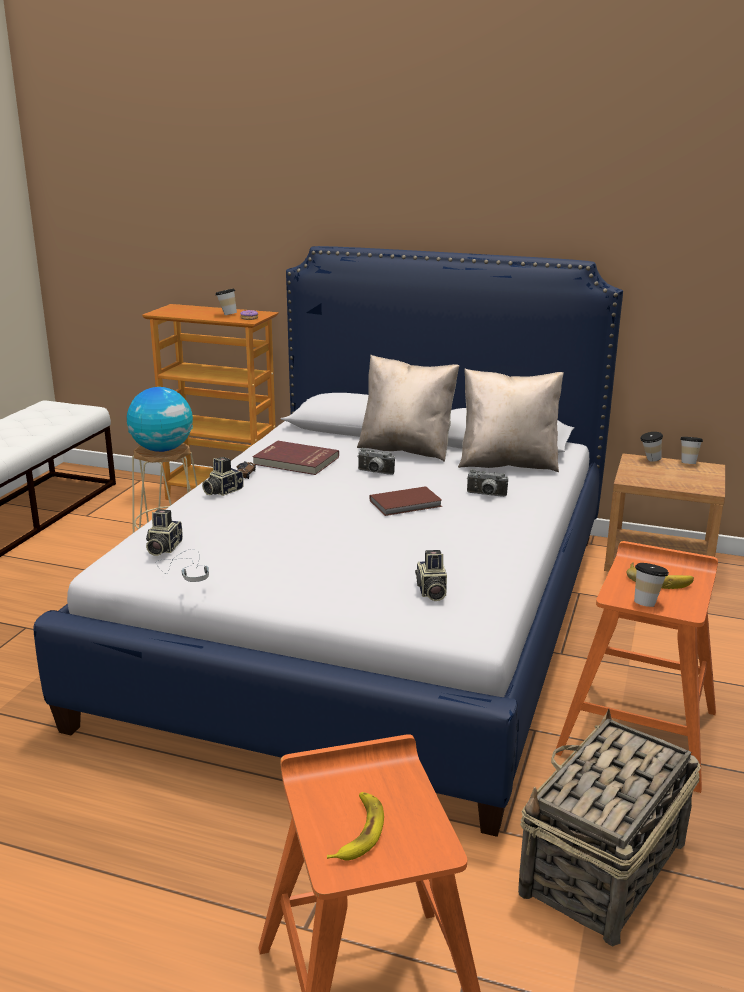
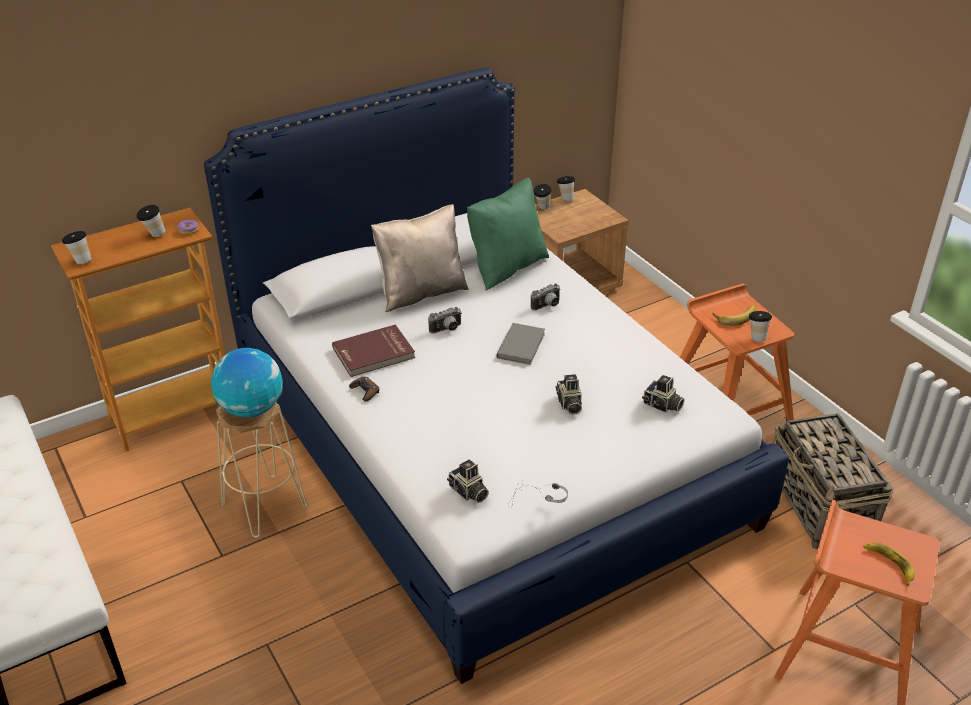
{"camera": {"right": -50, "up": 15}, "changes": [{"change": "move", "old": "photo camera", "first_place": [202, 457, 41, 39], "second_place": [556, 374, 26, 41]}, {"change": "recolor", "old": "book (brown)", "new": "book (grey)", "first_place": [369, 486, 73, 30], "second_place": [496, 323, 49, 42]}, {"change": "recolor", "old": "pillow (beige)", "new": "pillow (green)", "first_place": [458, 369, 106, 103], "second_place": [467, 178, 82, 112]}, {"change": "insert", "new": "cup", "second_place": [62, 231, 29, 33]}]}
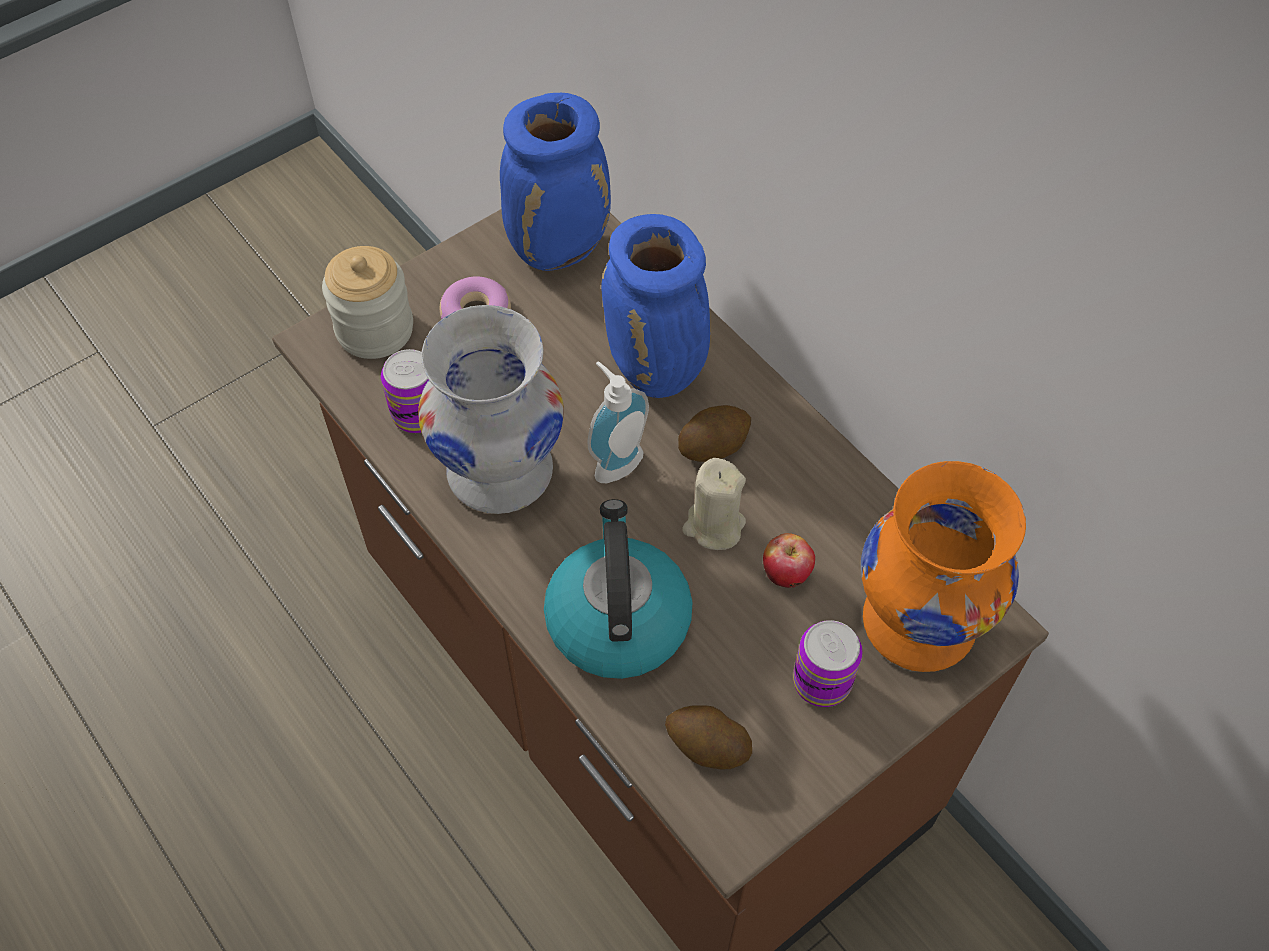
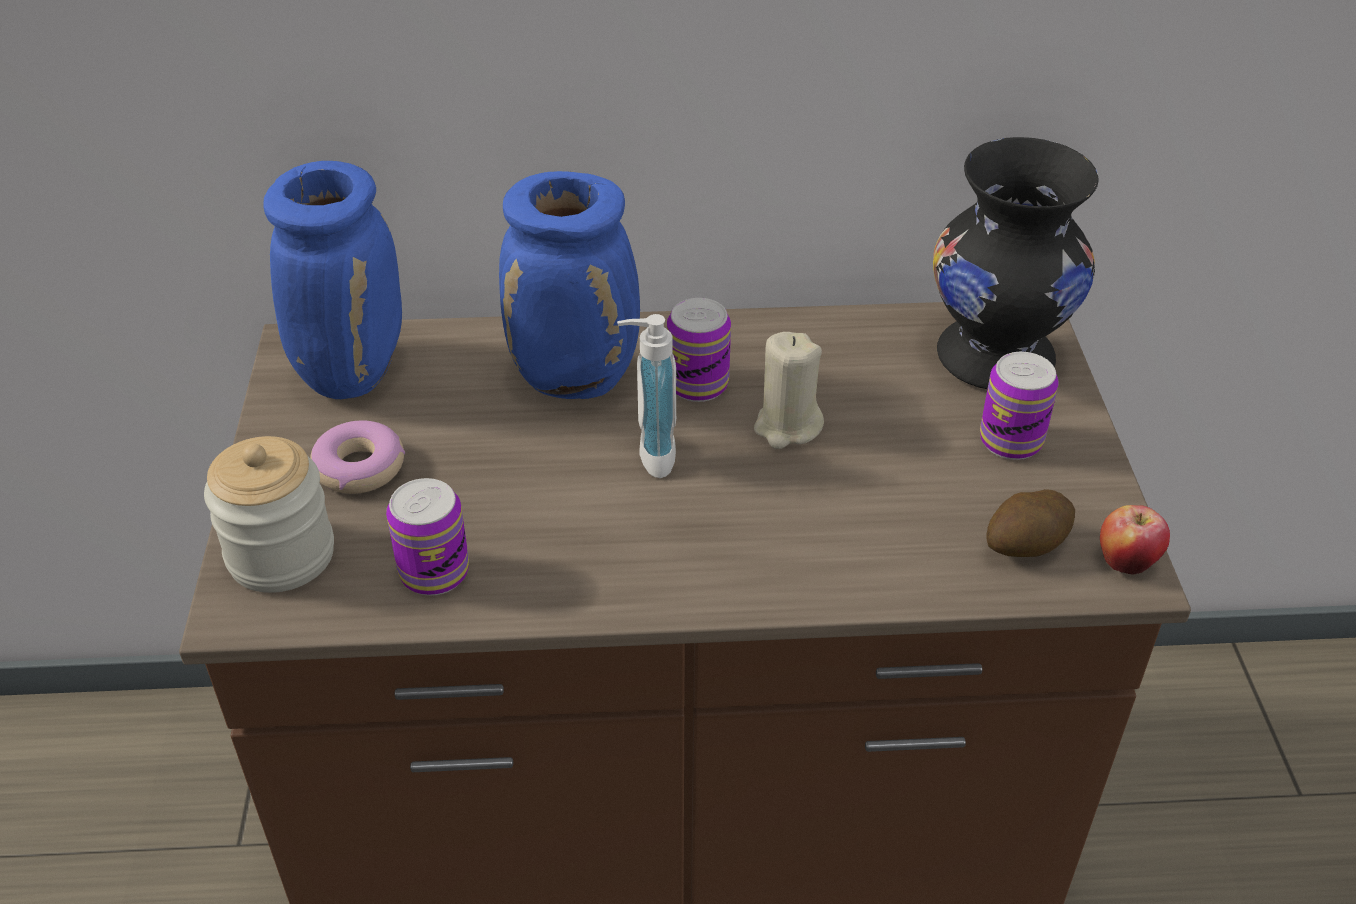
{"camera": {"right": -55, "up": -15}, "changes": [{"change": "delete", "old": "vase (white)", "first_place": [418, 305, 146, 209]}, {"change": "delete", "old": "kettle", "first_place": [544, 499, 148, 180]}, {"change": "replace", "old": "potato", "new": "can", "first_place": [678, 405, 73, 57], "second_place": [667, 298, 64, 104]}, {"change": "move", "old": "apple", "first_place": [763, 533, 52, 55], "second_place": [1100, 505, 70, 69]}, {"change": "recolor", "old": "vase (orange)", "new": "vase (black)", "first_place": [861, 461, 165, 211], "second_place": [933, 137, 166, 252]}]}
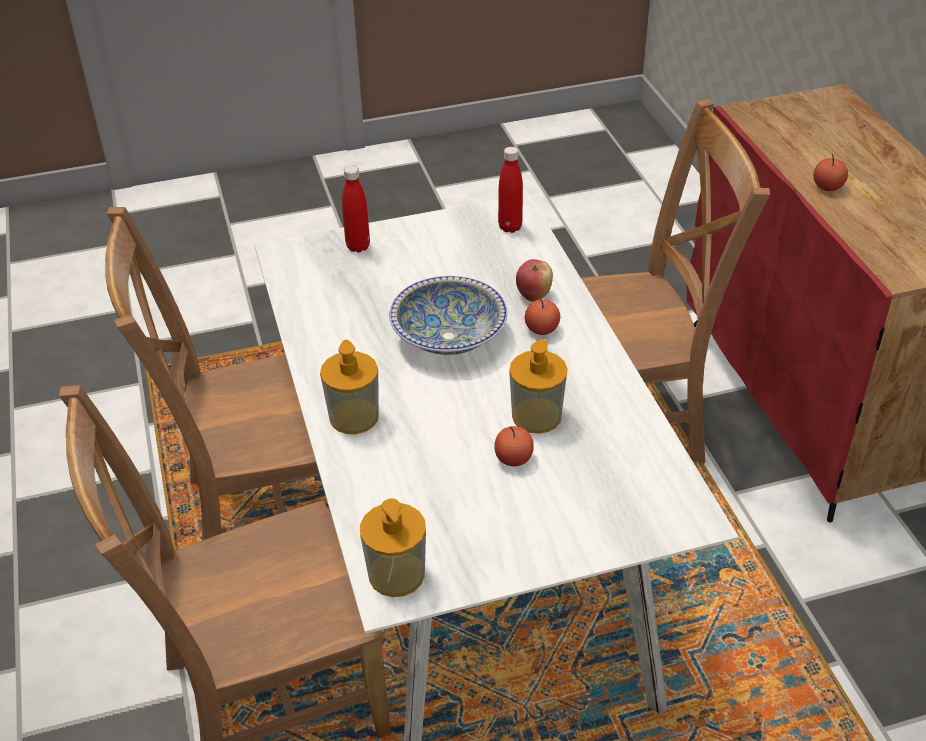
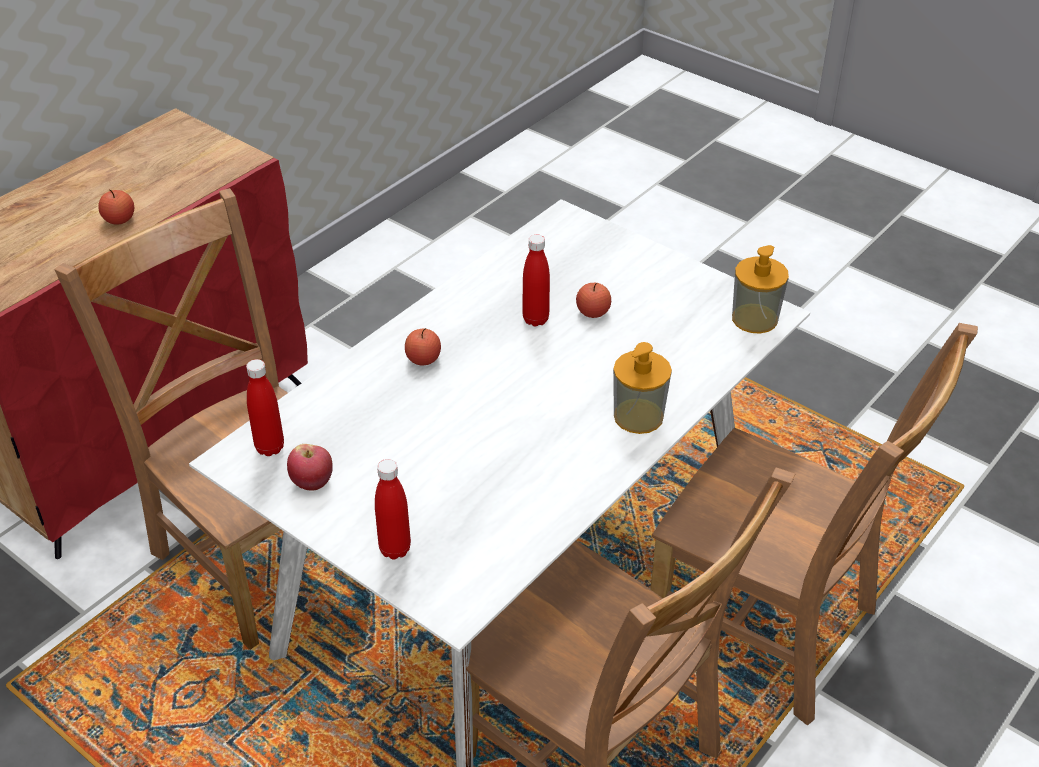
{"camera": {"right": -125, "up": 0}, "changes": [{"change": "delete", "old": "bowl", "first_place": [389, 276, 119, 79]}, {"change": "replace", "old": "soap dispenser", "new": "bottle (red)", "first_place": [509, 339, 59, 95], "second_place": [522, 235, 28, 91]}, {"change": "move", "old": "apple", "first_place": [516, 259, 37, 43], "second_place": [287, 444, 46, 46]}]}
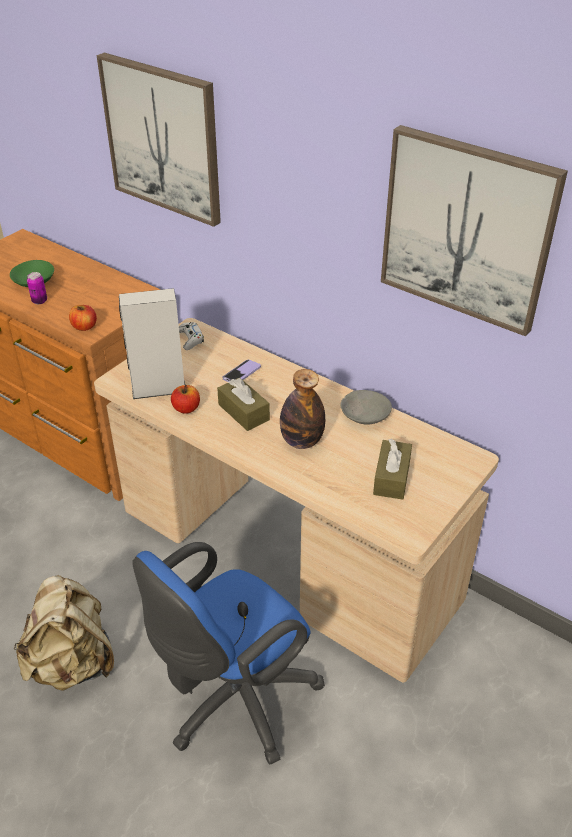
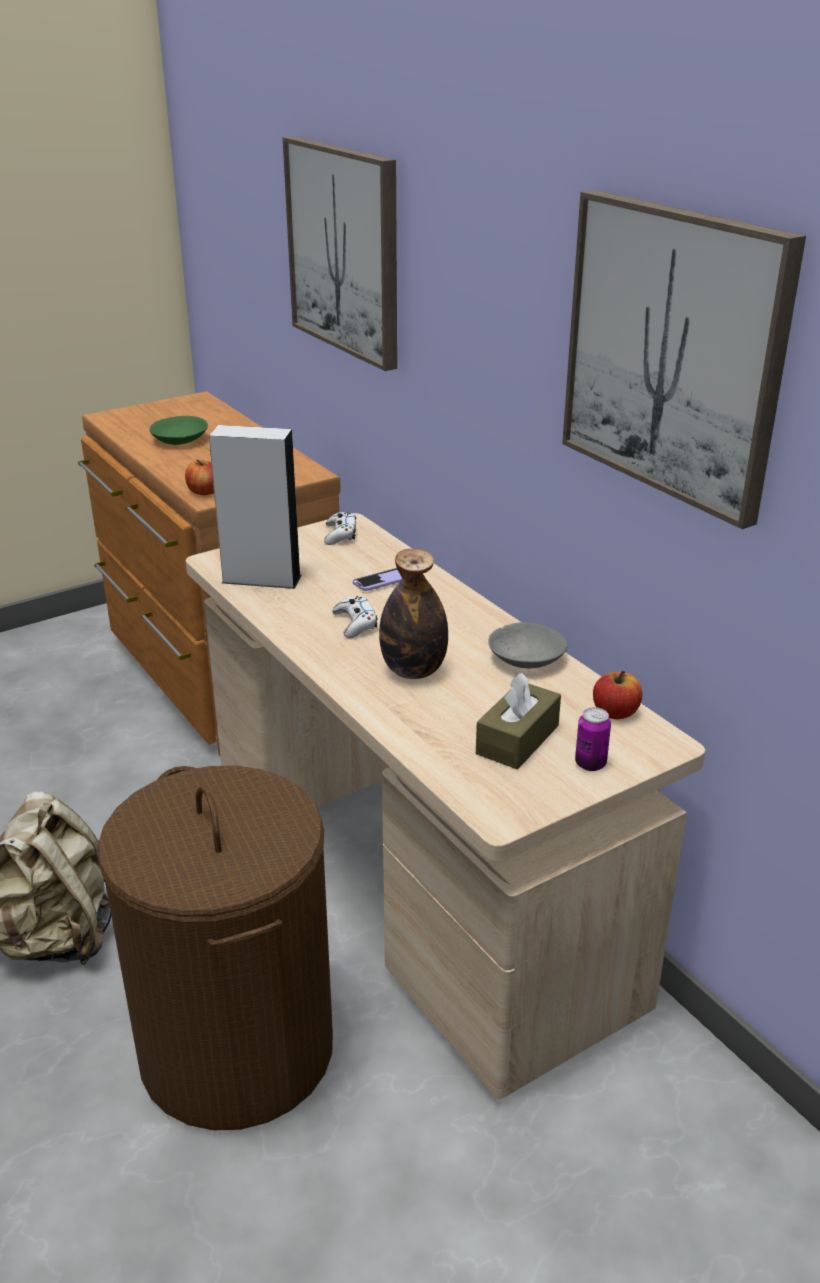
{"camera": {"right": 20, "up": -10}, "changes": [{"change": "move", "old": "can", "first_place": [27, 272, 20, 32], "second_place": [575, 707, 36, 64]}, {"change": "replace", "old": "office chair (blue)", "new": "laundry basket (brown)", "first_place": [132, 542, 193, 222], "second_place": [97, 766, 236, 365]}, {"change": "move", "old": "apple", "first_place": [171, 385, 29, 29], "second_place": [593, 671, 49, 49]}, {"change": "replace", "old": "tissue box (brown)", "new": "game controller (white)", "first_place": [217, 378, 53, 53], "second_place": [333, 596, 45, 42]}]}
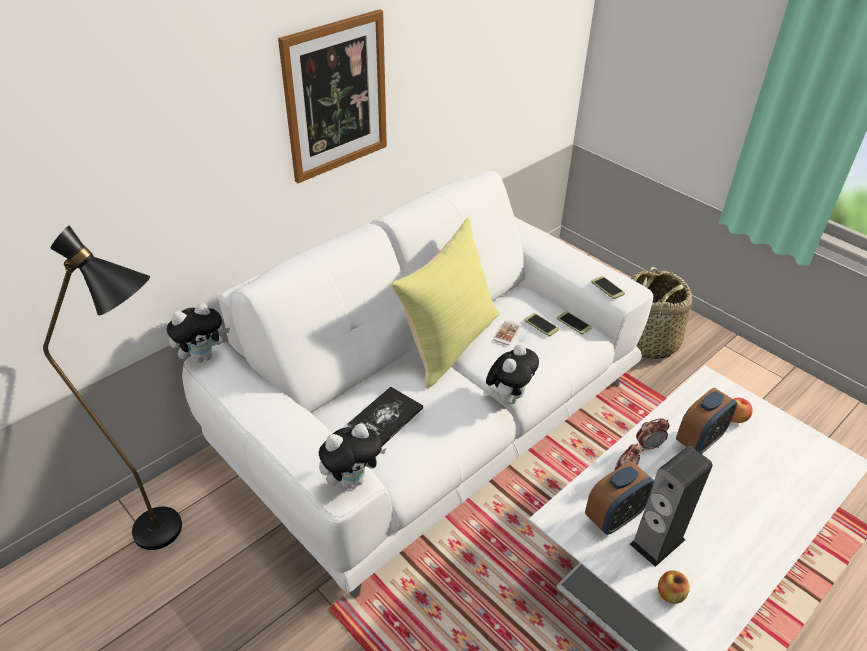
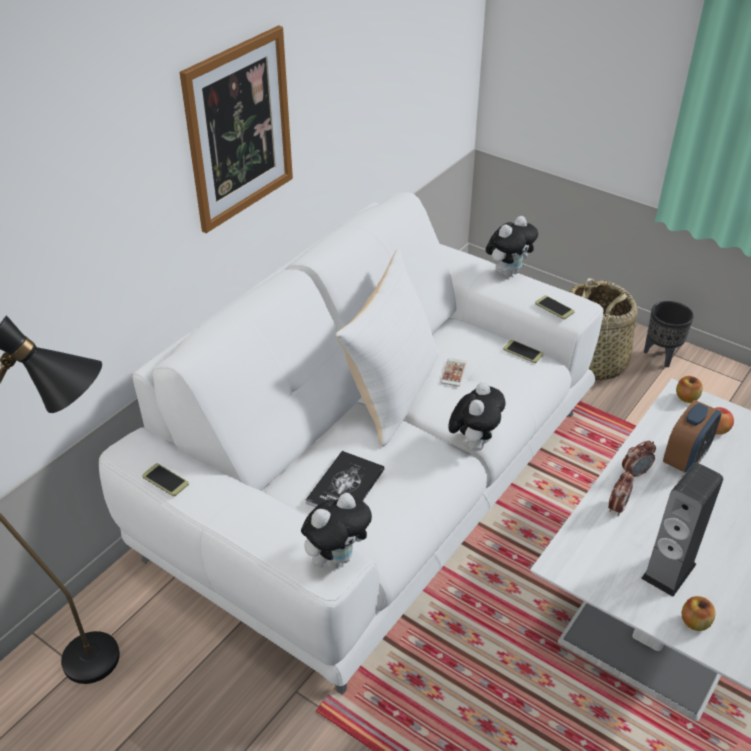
{"camera": {"right": -10, "up": 0}, "changes": [{"change": "move", "old": "plush toy", "first_place": [167, 303, 63, 60], "second_place": [486, 216, 52, 61]}, {"change": "recolor", "old": "pillow (yellow)", "new": "pillow (white)", "first_place": [391, 218, 108, 170], "second_place": [336, 249, 104, 197]}, {"change": "move", "old": "phone", "first_place": [524, 313, 35, 23], "second_place": [142, 463, 47, 33]}, {"change": "delete", "old": "alarm clock", "first_place": [585, 461, 69, 74]}, {"change": "insert", "new": "planter (black)", "second_place": [644, 301, 50, 66]}, {"change": "insert", "new": "apple", "second_place": [676, 376, 27, 27]}]}
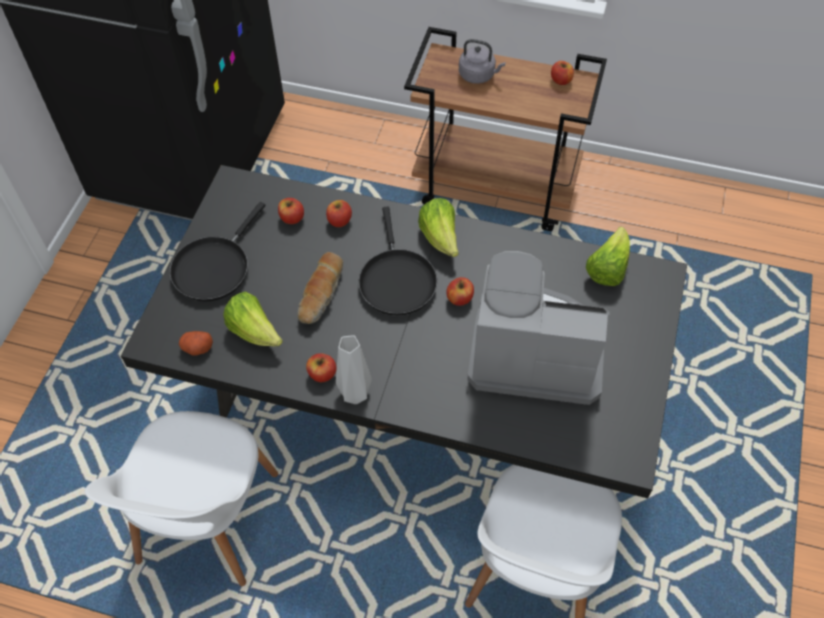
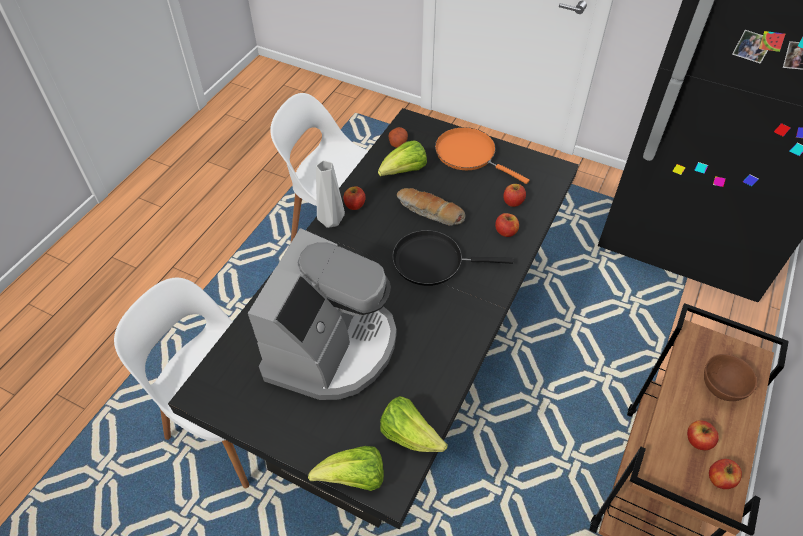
{"camera": {"right": 100, "up": -5}, "changes": [{"change": "recolor", "old": "frying pan (black)", "new": "frying pan (orange)", "first_place": [170, 202, 96, 99], "second_place": [435, 127, 94, 57]}, {"change": "move", "old": "lettuce", "first_place": [418, 198, 41, 59], "second_place": [308, 446, 76, 45]}, {"change": "move", "old": "apple", "first_place": [446, 277, 28, 29], "second_place": [687, 420, 32, 31]}, {"change": "replace", "old": "kettle (grey)", "new": "bowl (brown)", "first_place": [459, 39, 46, 45], "second_place": [704, 354, 53, 47]}]}
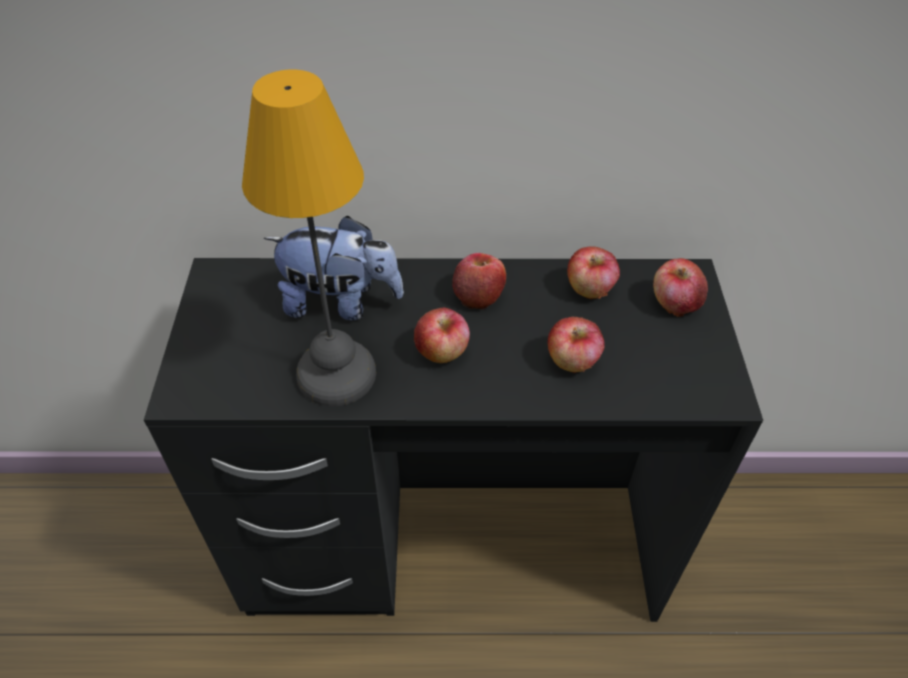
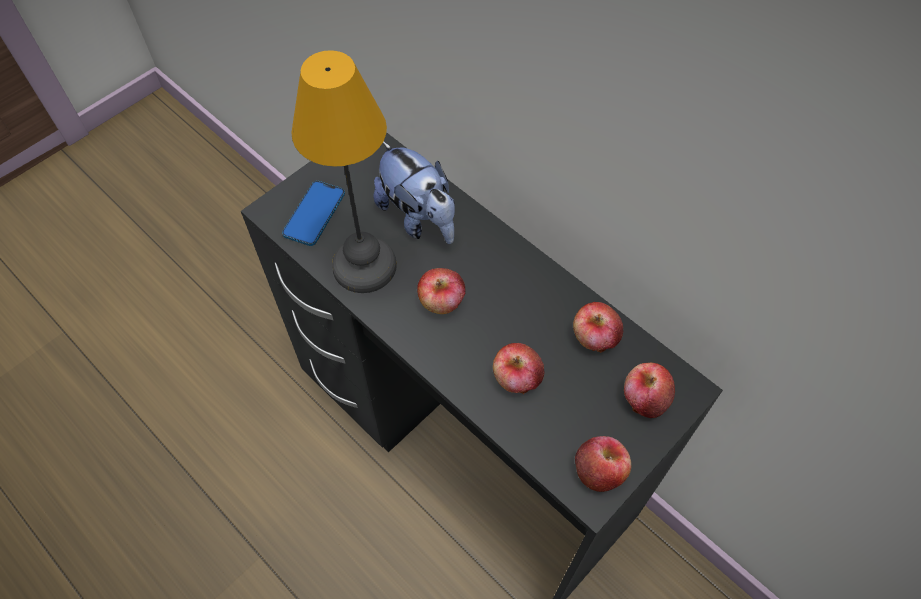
{"camera": {"right": 45, "up": 10}, "changes": [{"change": "move", "old": "apple", "first_place": [453, 253, 53, 56], "second_place": [575, 436, 56, 56]}, {"change": "insert", "new": "phone", "second_place": [282, 181, 63, 65]}]}
